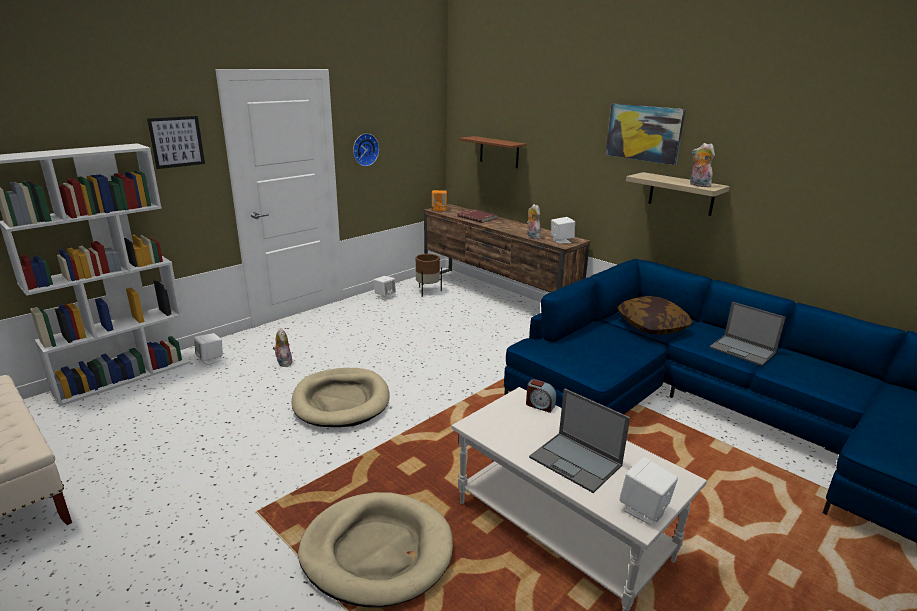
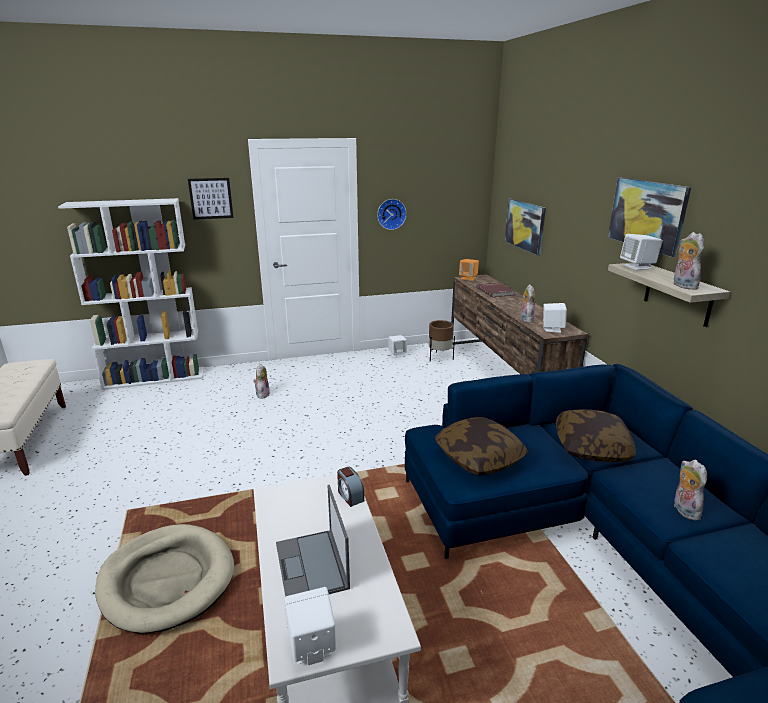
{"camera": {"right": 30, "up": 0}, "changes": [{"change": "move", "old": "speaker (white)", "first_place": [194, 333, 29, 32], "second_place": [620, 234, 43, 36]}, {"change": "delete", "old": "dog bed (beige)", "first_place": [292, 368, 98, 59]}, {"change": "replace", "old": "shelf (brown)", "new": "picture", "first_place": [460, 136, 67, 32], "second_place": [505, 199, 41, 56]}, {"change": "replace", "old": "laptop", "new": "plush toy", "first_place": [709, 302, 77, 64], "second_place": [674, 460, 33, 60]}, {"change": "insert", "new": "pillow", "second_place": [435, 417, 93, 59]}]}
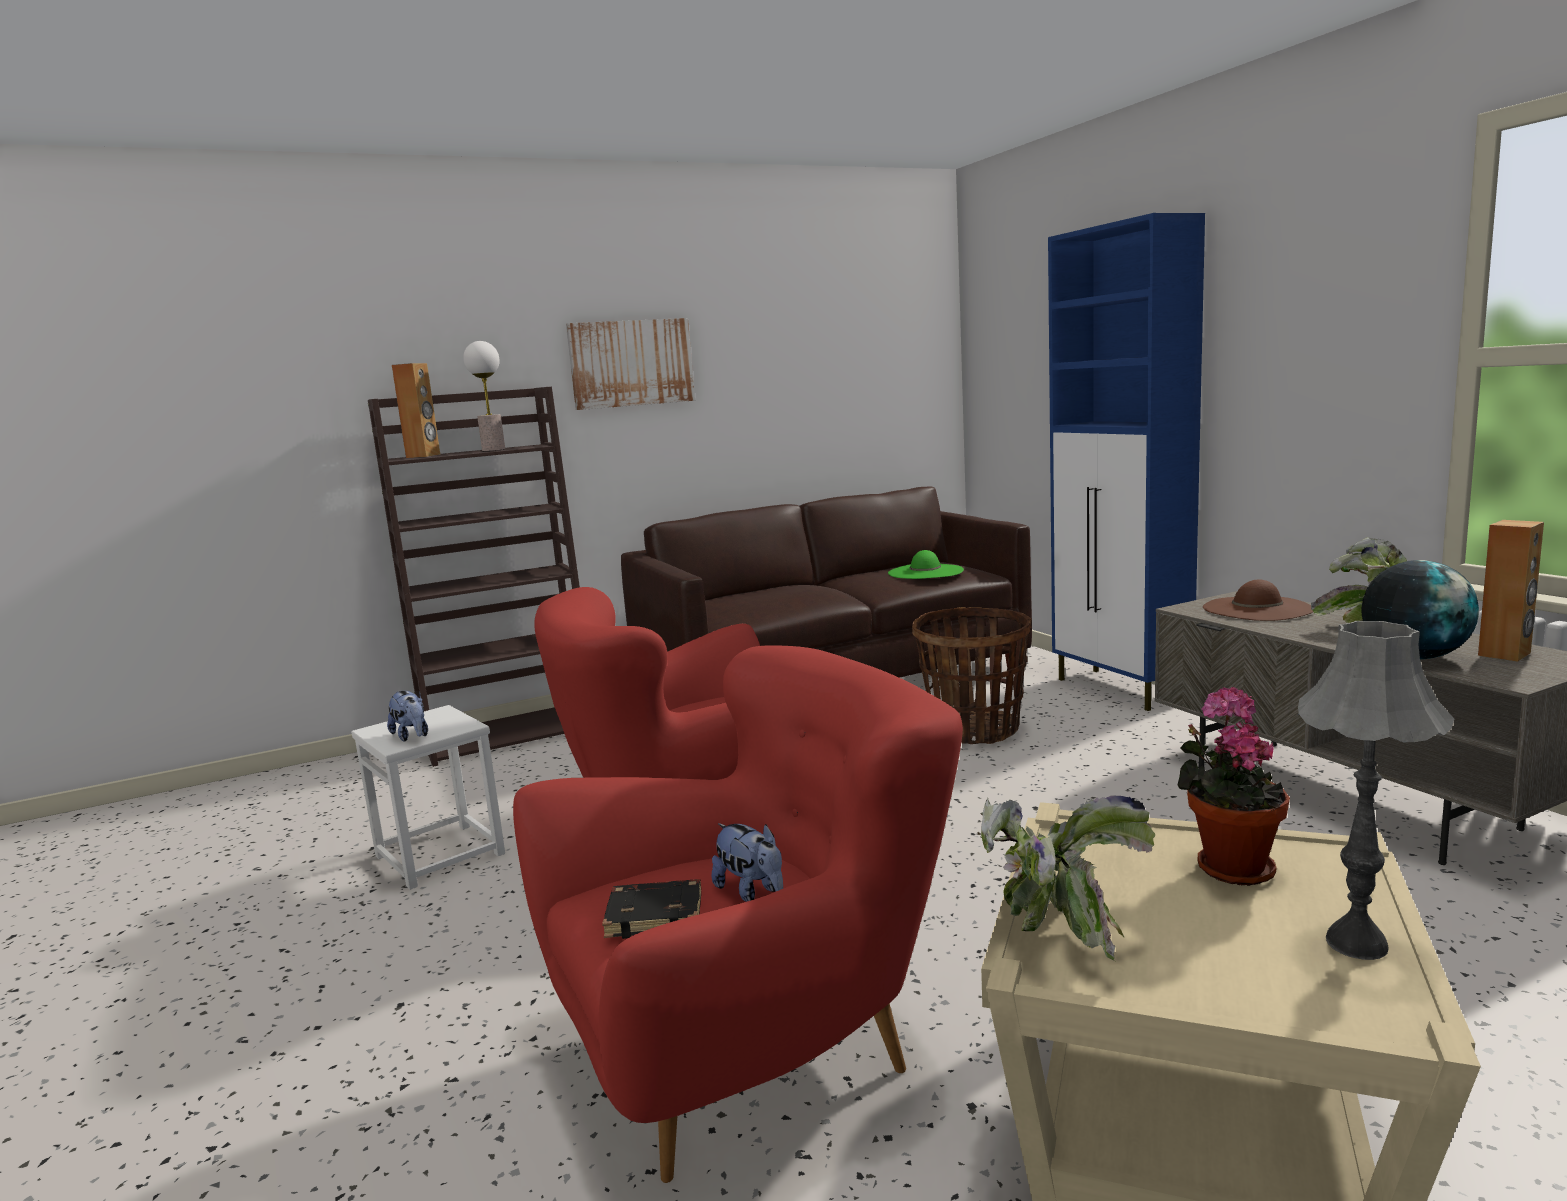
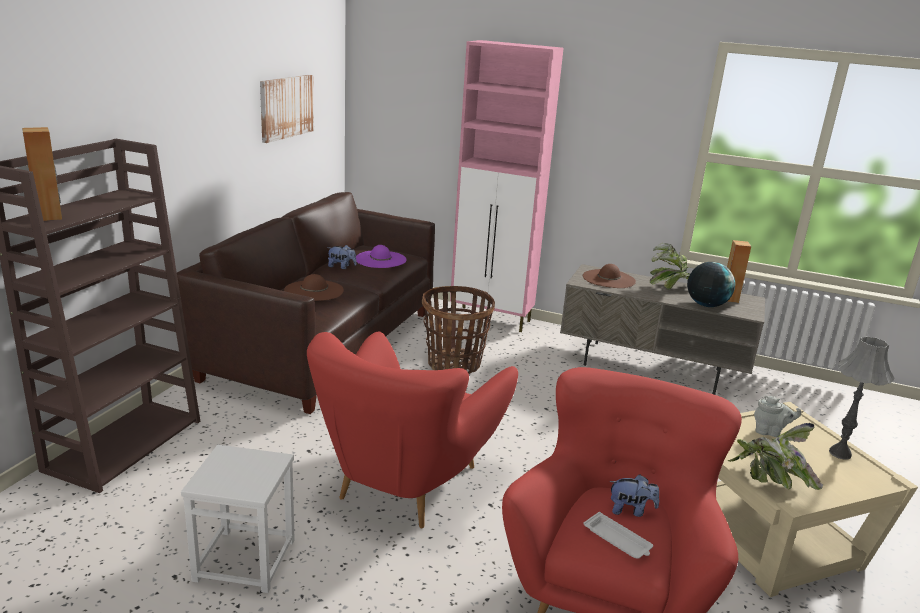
{"camera": {"right": -45, "up": 10}, "changes": [{"change": "move", "old": "plush toy", "first_place": [387, 691, 41, 51], "second_place": [327, 245, 30, 24]}, {"change": "delete", "old": "table lamp", "first_place": [463, 341, 42, 110]}, {"change": "move", "old": "picture", "first_place": [566, 318, 129, 92], "second_place": [260, 75, 54, 68]}, {"change": "replace", "old": "book (black)", "new": "tray (white)", "first_place": [602, 879, 99, 60], "second_place": [584, 512, 69, 47]}, {"change": "recolor", "old": "hat (green)", "new": "hat (purple)", "first_place": [888, 550, 76, 29], "second_place": [356, 245, 51, 23]}, {"change": "recolor", "old": "cabinet (blue)", "new": "cabinet (pink)", "first_place": [1048, 213, 157, 498], "second_place": [450, 40, 114, 292]}, {"change": "replace", "old": "potted plant", "new": "teapot (grey)", "first_place": [1177, 687, 113, 199], "second_place": [754, 396, 47, 41]}, {"change": "insert", "new": "hat (brown)", "second_place": [284, 274, 60, 27]}]}
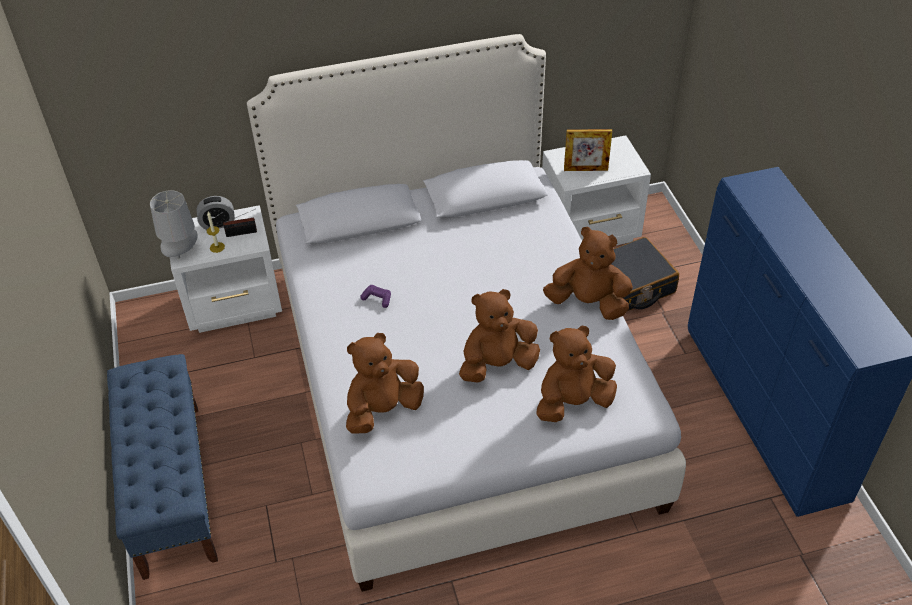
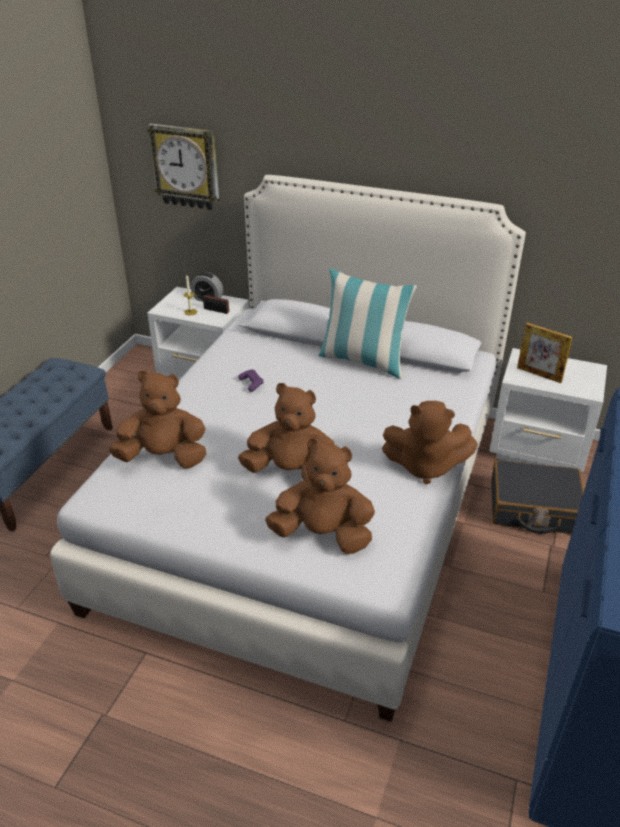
{"camera": {"right": 35, "up": -10}, "changes": [{"change": "delete", "old": "table lamp (grey)", "first_place": [150, 190, 48, 69]}, {"change": "rotate", "old": "plush toy (brown)", "first_place": [543, 227, 90, 93], "second_place": [382, 401, 96, 83], "degrees": 135}, {"change": "insert", "new": "wall clock", "second_place": [147, 124, 72, 86]}, {"change": "insert", "new": "pillow", "second_place": [318, 269, 99, 110]}]}
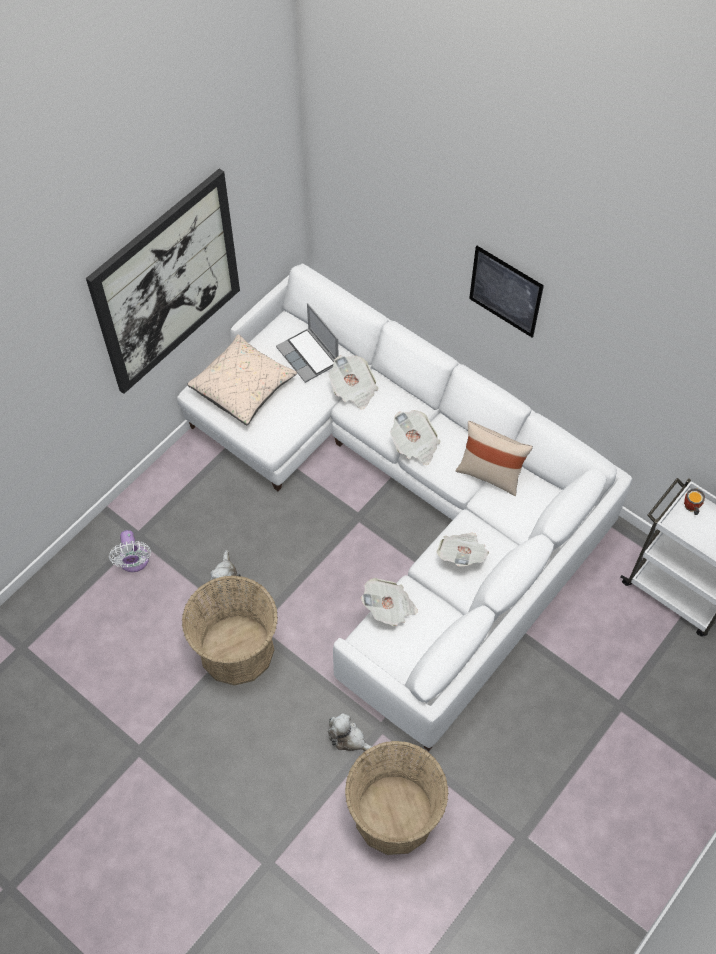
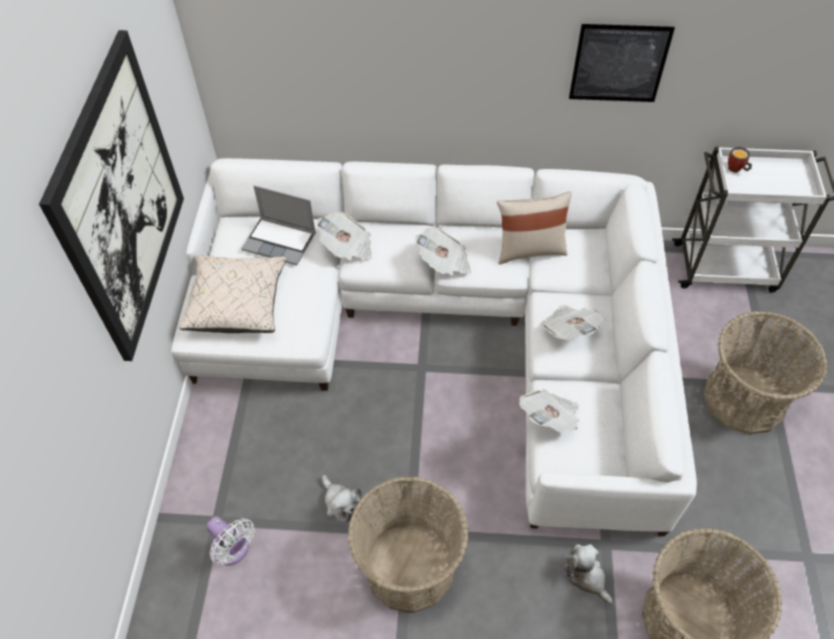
{"camera": {"right": -35, "up": -5}, "changes": [{"change": "rotate", "old": "plush toy", "first_place": [328, 713, 44, 38], "second_place": [564, 544, 49, 61], "degrees": 60}, {"change": "move", "old": "picture", "first_place": [469, 246, 75, 92], "second_place": [569, 24, 106, 78]}, {"change": "insert", "new": "basket", "second_place": [704, 311, 124, 124]}]}
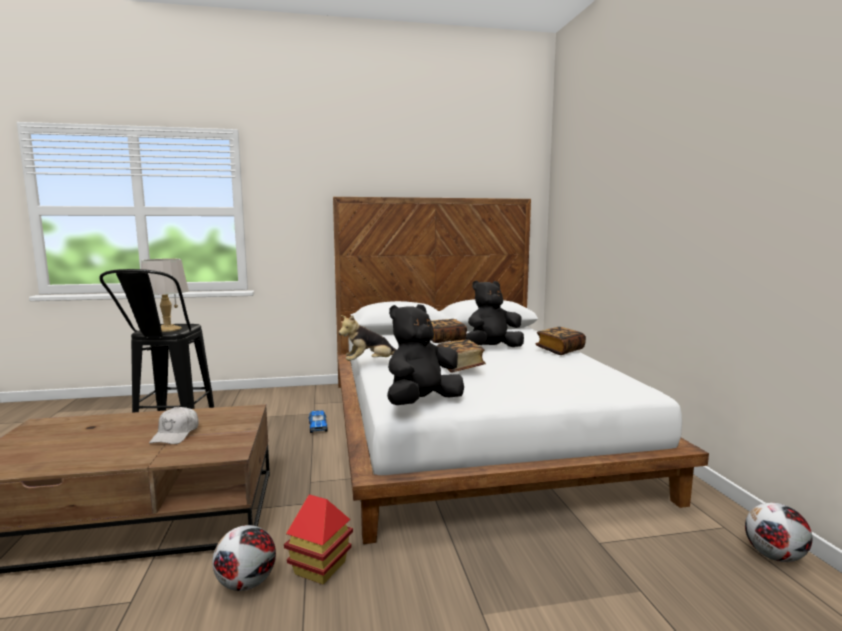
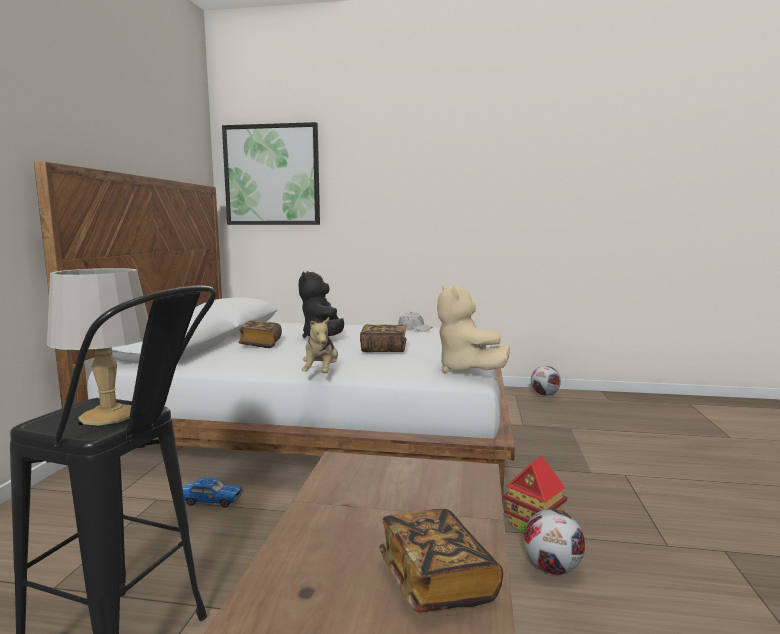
{"camera": {"right": -70, "up": 0}, "changes": [{"change": "move", "old": "cap (white)", "first_place": [149, 407, 50, 37], "second_place": [398, 312, 35, 20]}, {"change": "recolor", "old": "plush toy (black)", "new": "plush toy (beige)", "first_place": [387, 304, 77, 101], "second_place": [437, 285, 73, 88]}, {"change": "move", "old": "book", "first_place": [536, 327, 50, 28], "second_place": [379, 509, 124, 103]}, {"change": "insert", "new": "picture", "second_place": [222, 122, 98, 103]}]}
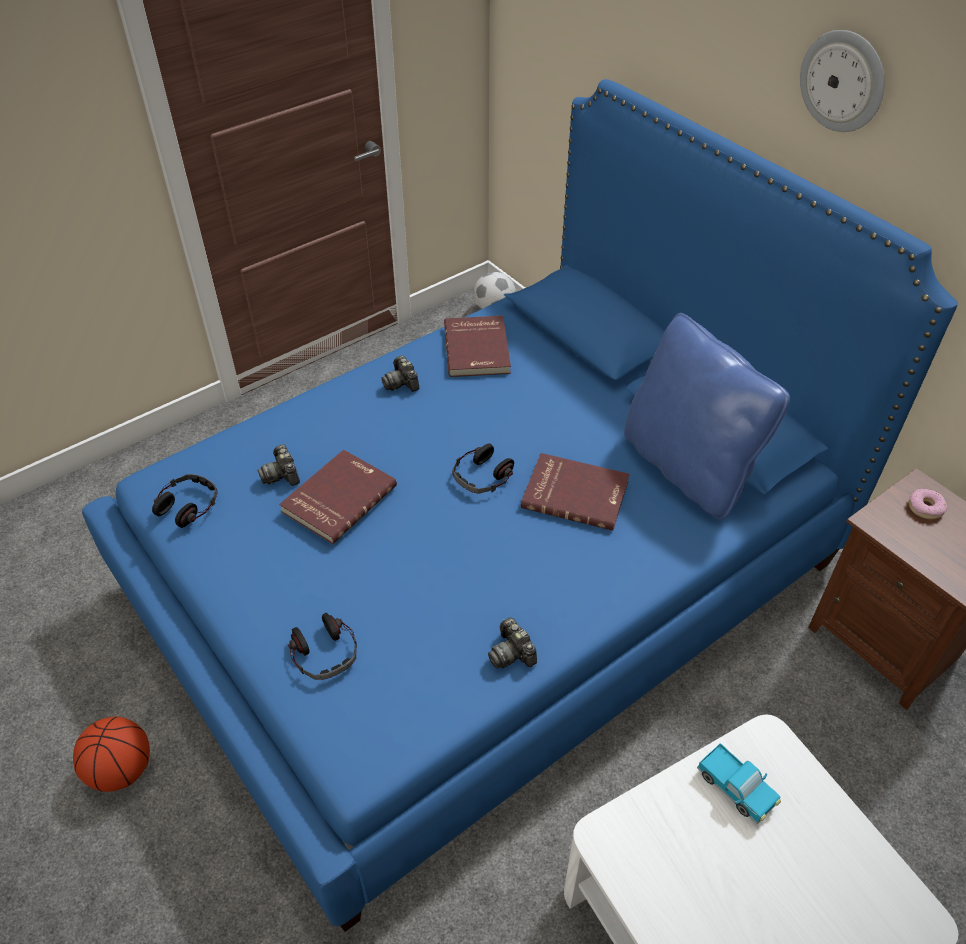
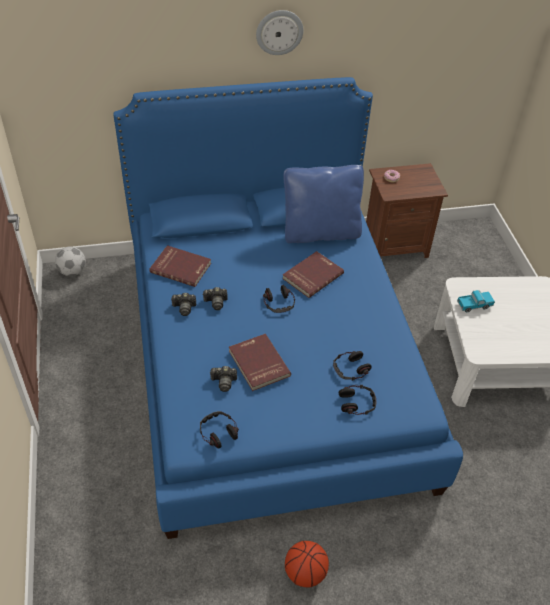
{"camera": {"right": -65, "up": 0}, "changes": [{"change": "move", "old": "photo camera", "first_place": [488, 617, 49, 51], "second_place": [202, 287, 26, 23]}, {"change": "insert", "new": "headphones", "second_place": [333, 351, 39, 30]}]}
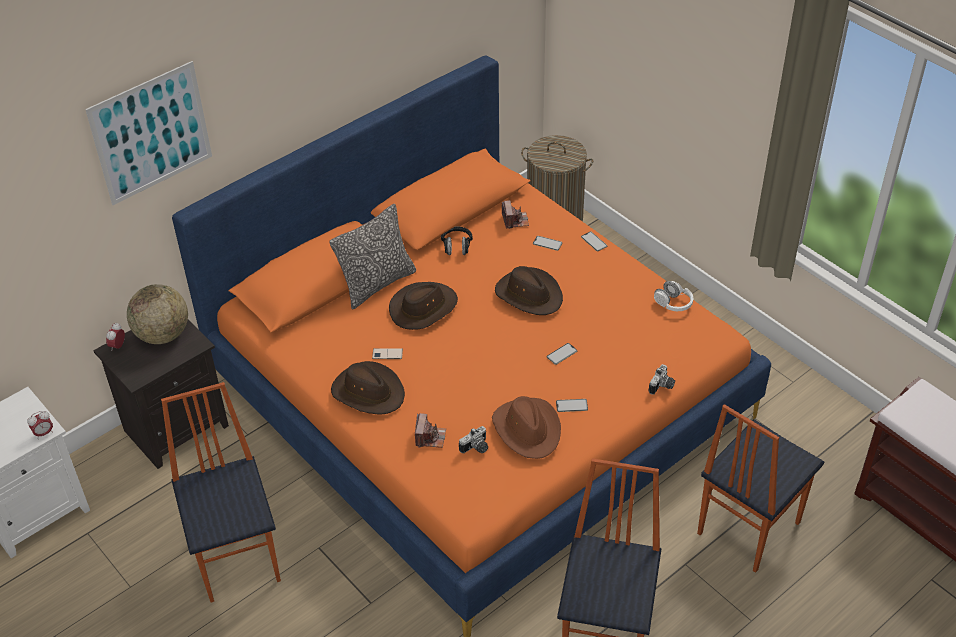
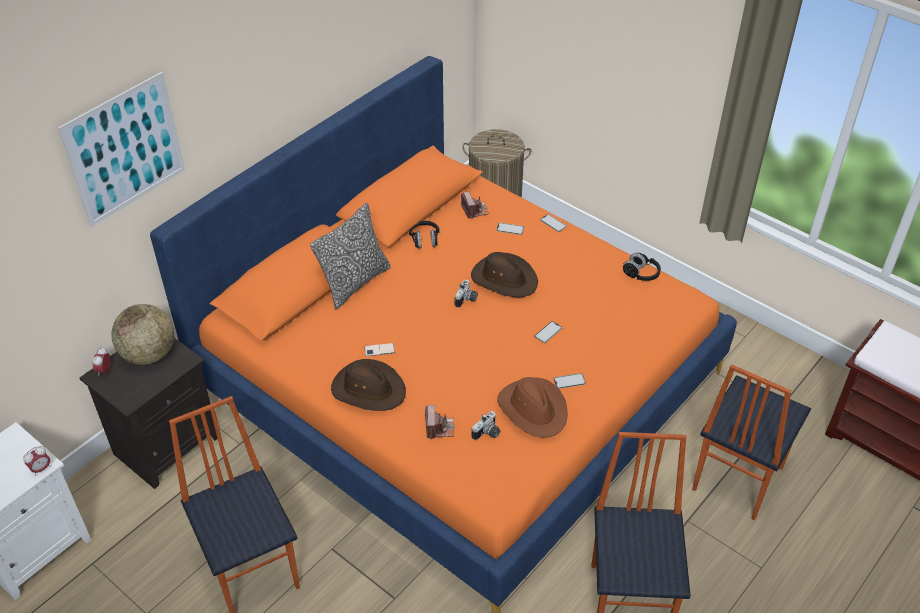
{"camera": {"right": -10, "up": 0}, "changes": [{"change": "delete", "old": "hat (brown)", "first_place": [389, 282, 69, 48]}, {"change": "move", "old": "photo camera", "first_place": [649, 364, 26, 31], "second_place": [454, 280, 24, 28]}, {"change": "recolor", "old": "headphones (white)", "new": "headphones (black)", "first_place": [654, 281, 39, 30], "second_place": [623, 253, 38, 28]}]}
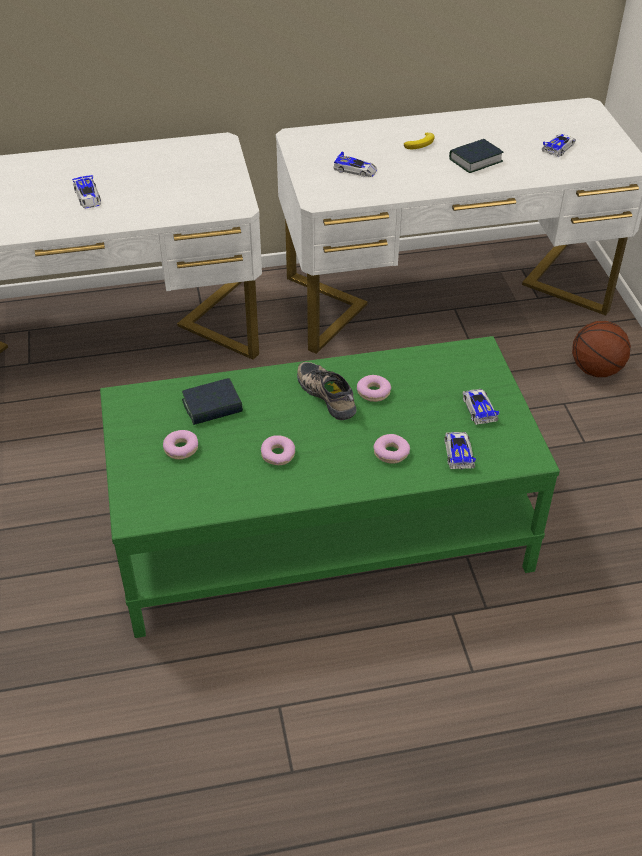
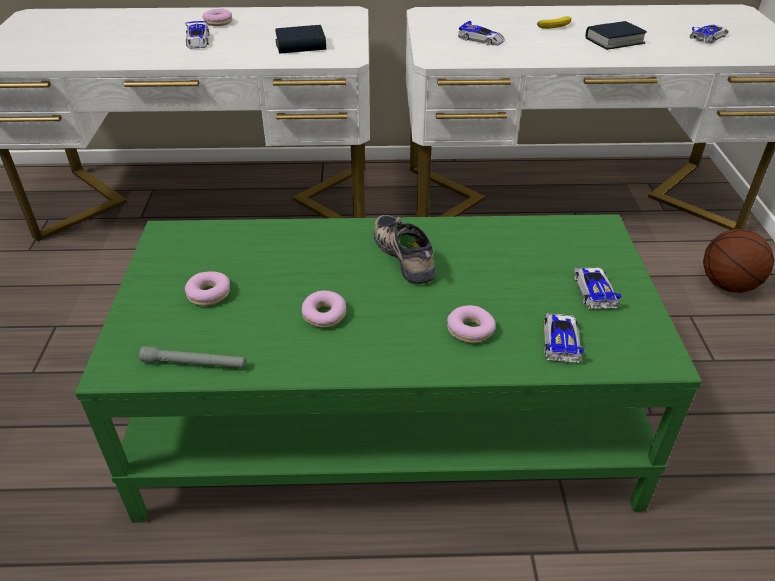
{"camera": {"right": 10, "up": -5}, "changes": [{"change": "move", "old": "book", "first_place": [182, 378, 61, 47], "second_place": [275, 25, 51, 29]}, {"change": "move", "old": "donut", "first_place": [357, 375, 34, 27], "second_place": [202, 8, 31, 18]}, {"change": "insert", "new": "flashlight (grey)", "second_place": [139, 346, 107, 22]}]}
